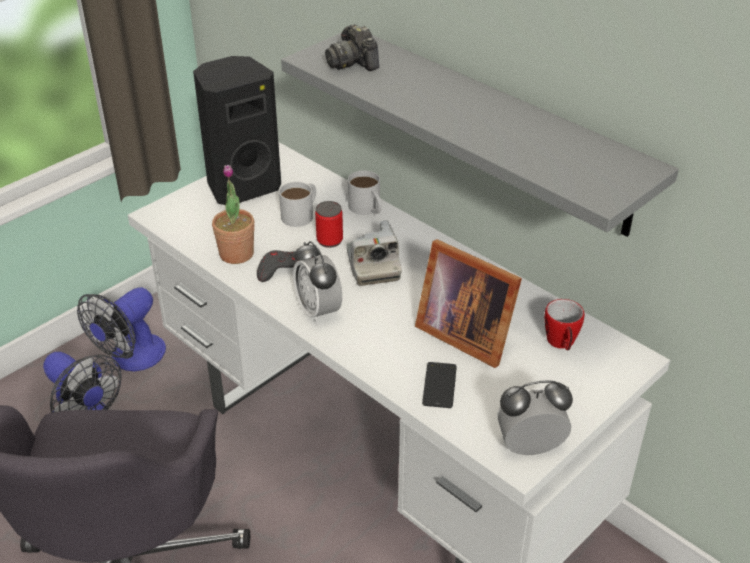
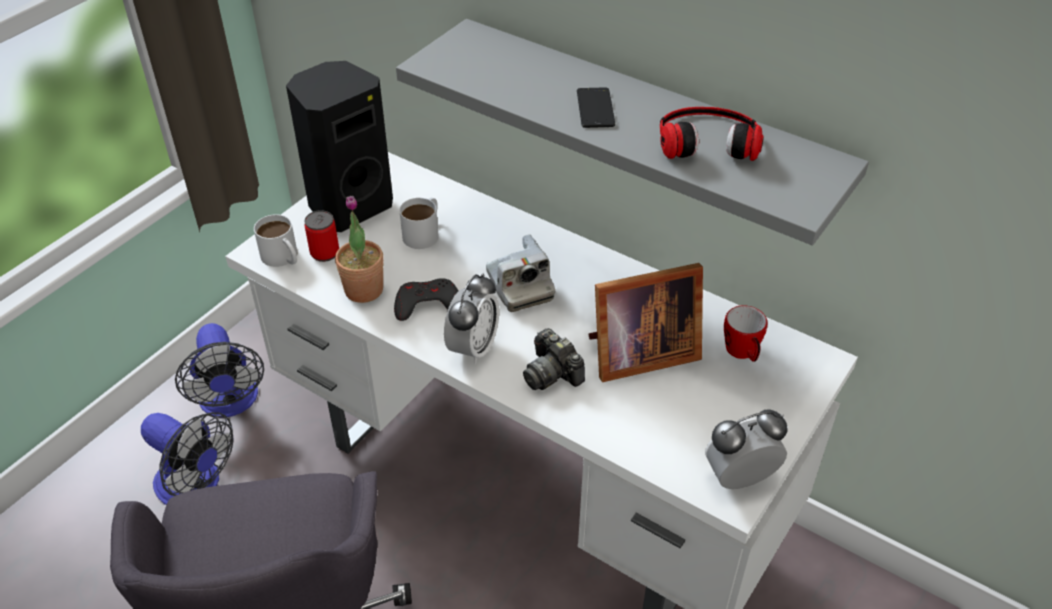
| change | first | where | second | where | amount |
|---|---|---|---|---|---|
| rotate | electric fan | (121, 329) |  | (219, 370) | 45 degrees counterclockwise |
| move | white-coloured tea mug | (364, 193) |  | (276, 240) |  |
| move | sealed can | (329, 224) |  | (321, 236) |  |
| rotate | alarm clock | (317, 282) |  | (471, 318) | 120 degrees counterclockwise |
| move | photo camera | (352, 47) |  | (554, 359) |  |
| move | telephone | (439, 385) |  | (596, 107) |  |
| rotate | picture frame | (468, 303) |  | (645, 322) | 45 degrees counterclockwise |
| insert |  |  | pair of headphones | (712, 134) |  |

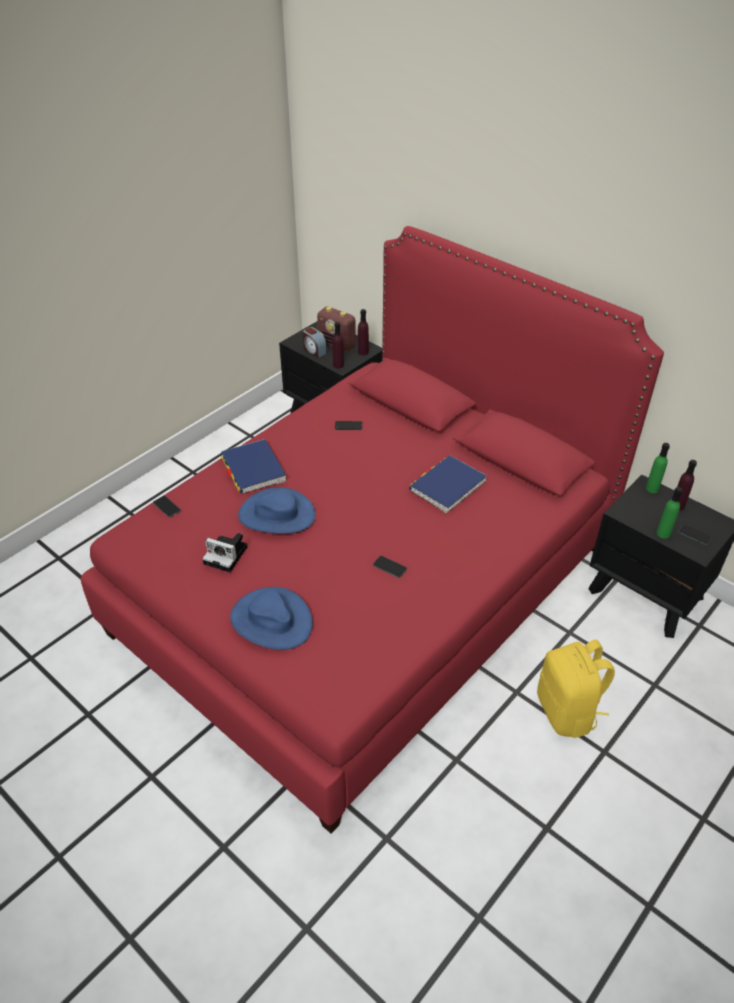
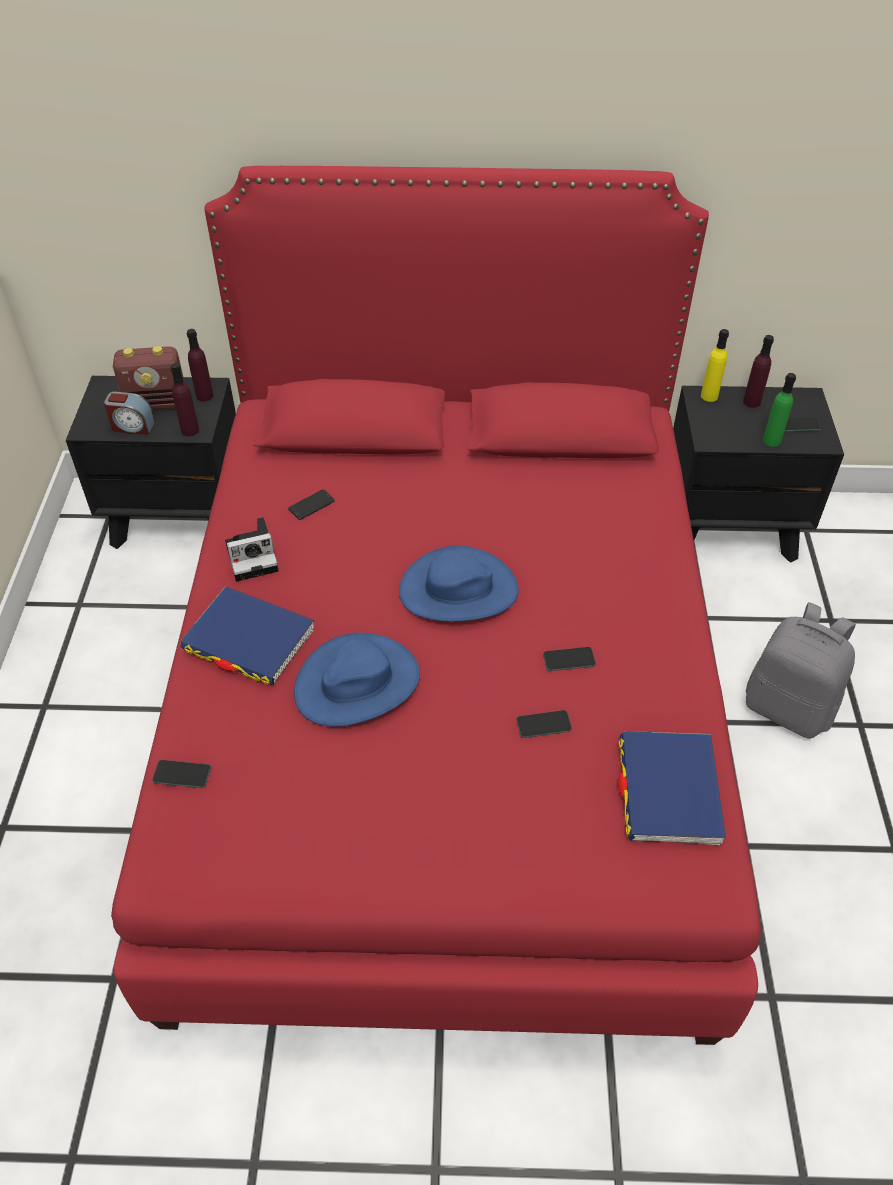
| change | first | where | second | where | amount |
|---|---|---|---|---|---|
| move | photo camera | (225, 552) |  | (252, 549) |  |
| move | bluish hat | (271, 618) |  | (459, 584) |  |
| insert |  |  | telephone | (544, 724) |  |
| move | bluish book | (448, 484) |  | (672, 788) |  |
| recolor | green-coloured drink bottle | (658, 468) | yellow-coloured drink bottle | (715, 365) |  |
| recolor | yellow-coloured rucksack | (576, 688) | grey rucksack | (801, 670) |  |

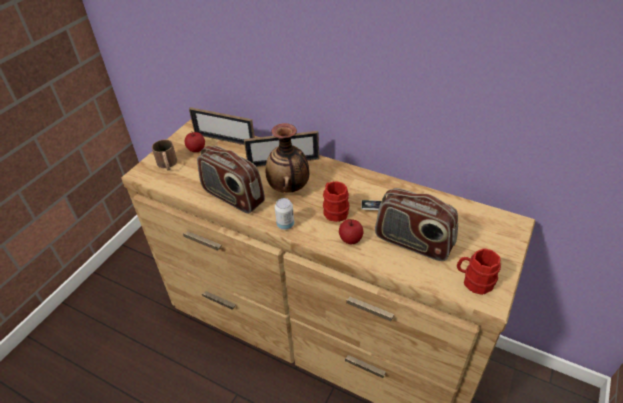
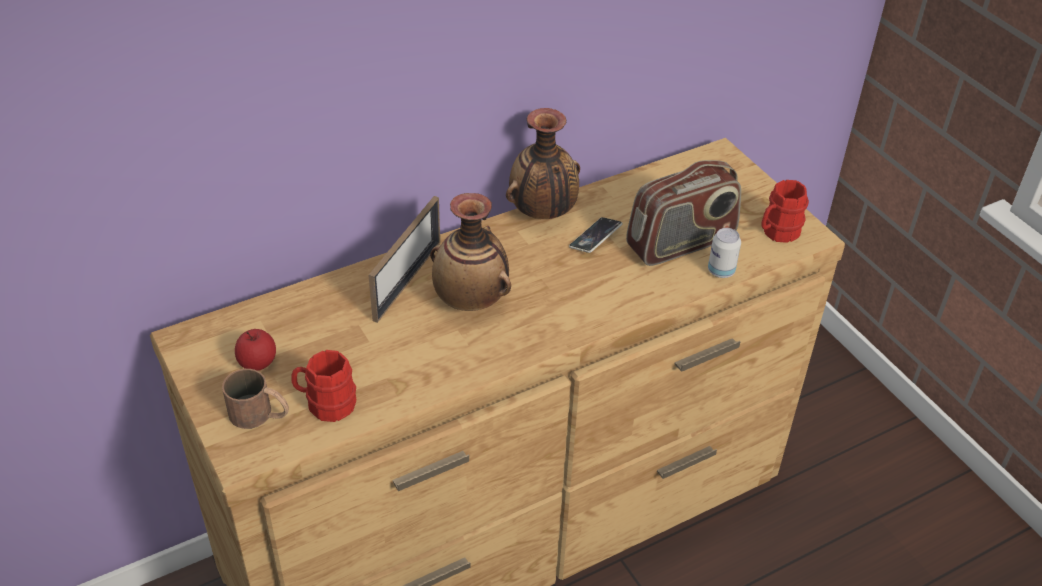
| change | first | where | second | where | amount |
|---|---|---|---|---|---|
| move | reddish tea mug | (336, 201) |  | (323, 386) |  |
| insert |  |  | decorative vase | (543, 163) |  |
| move | sealed can | (284, 214) |  | (724, 253) |  |
| delete | picture frame | (222, 126) |  |  |  |
| delete | radio | (231, 179) |  |  |  |
| delete | apple | (351, 232) |  |  |  |

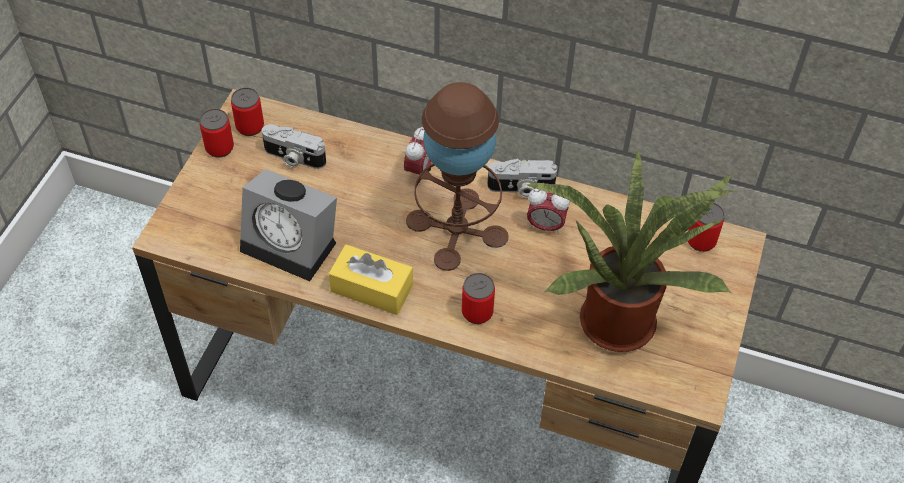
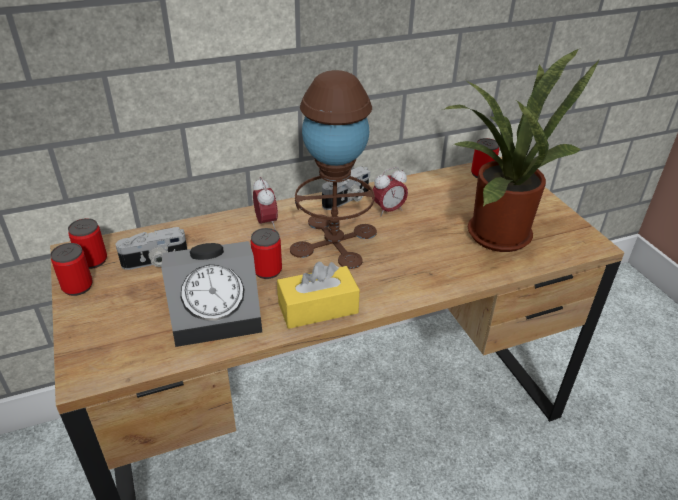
| change | first | where | second | where | amount |
|---|---|---|---|---|---|
| move | sealed can | (478, 298) |  | (266, 253) |  |

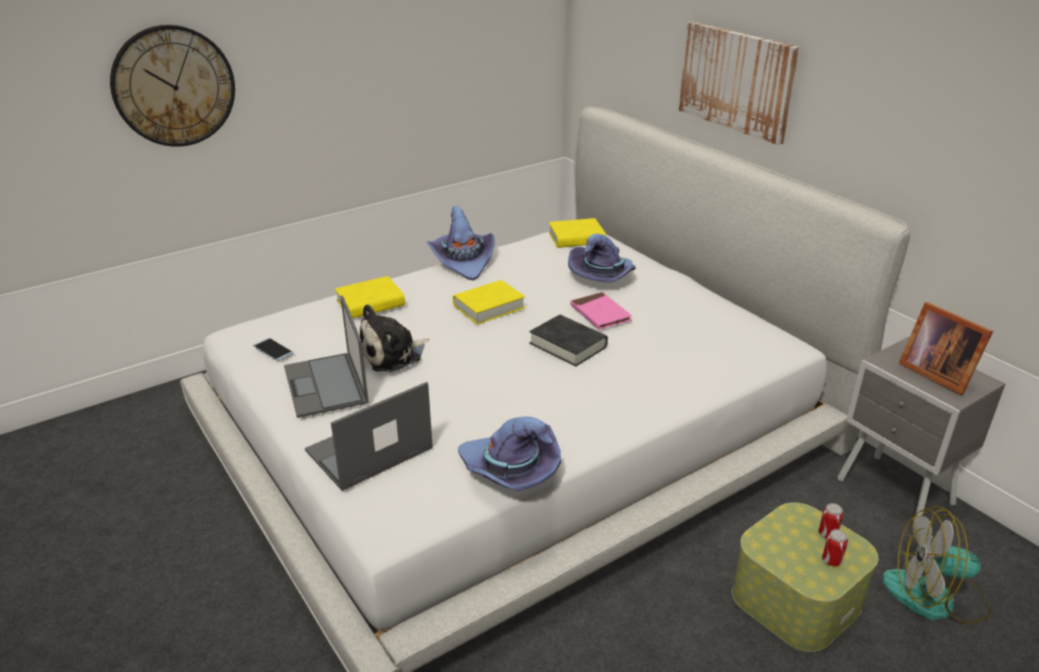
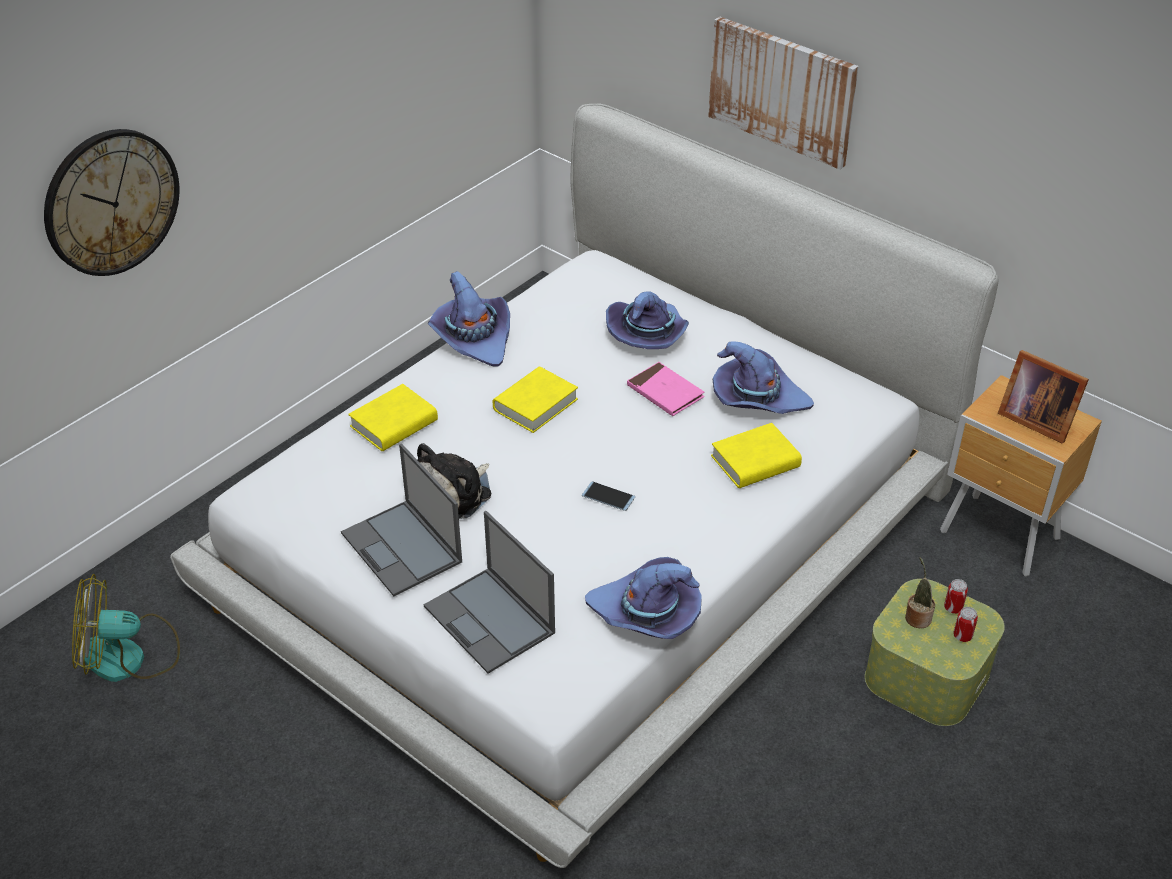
| change | first | where | second | where | amount |
|---|---|---|---|---|---|
| move | electric fan | (936, 565) |  | (126, 628) |  |
| rotate | portable computer | (369, 436) |  | (489, 592) | 75 degrees counterclockwise |
| move | telephone | (273, 349) |  | (608, 496) |  |
| move | yellow-coloured book | (577, 233) |  | (756, 455) |  |
| insert |  |  | purple hat | (763, 377) |  |
| insert |  |  | plant in a pot | (920, 592) |  |
| recolor | grey nightstand | (921, 432) | brown nightstand | (1021, 476) |  |
| delete | black book | (569, 341) |  |  |  |

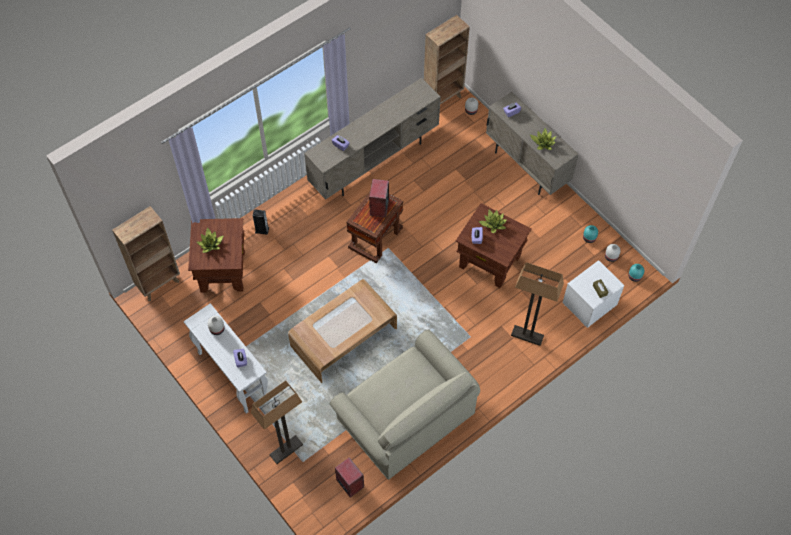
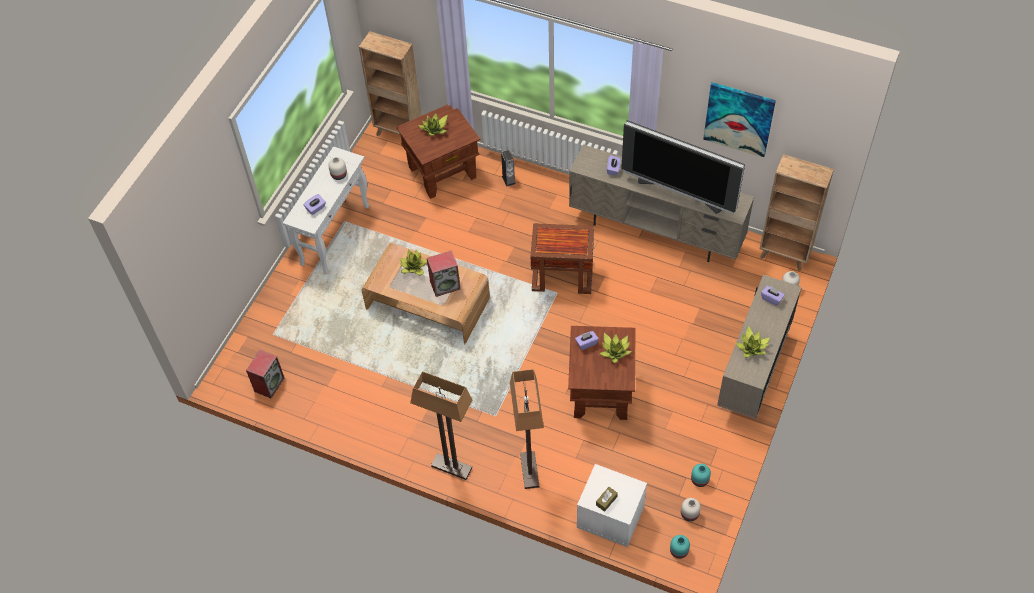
| change | first | where | second | where | amount |
|---|---|---|---|---|---|
| insert |  |  | plant in a pot | (413, 262) |  |
| move | standing lamp | (277, 422) |  | (441, 425) |  |
| move | speaker | (379, 198) |  | (443, 273) |  |
| insert |  |  | TV set | (683, 167) |  |
| insert |  |  | wall picture | (739, 119) |  |
| delete | beige-coloured sofa | (405, 404) |  |  |  |

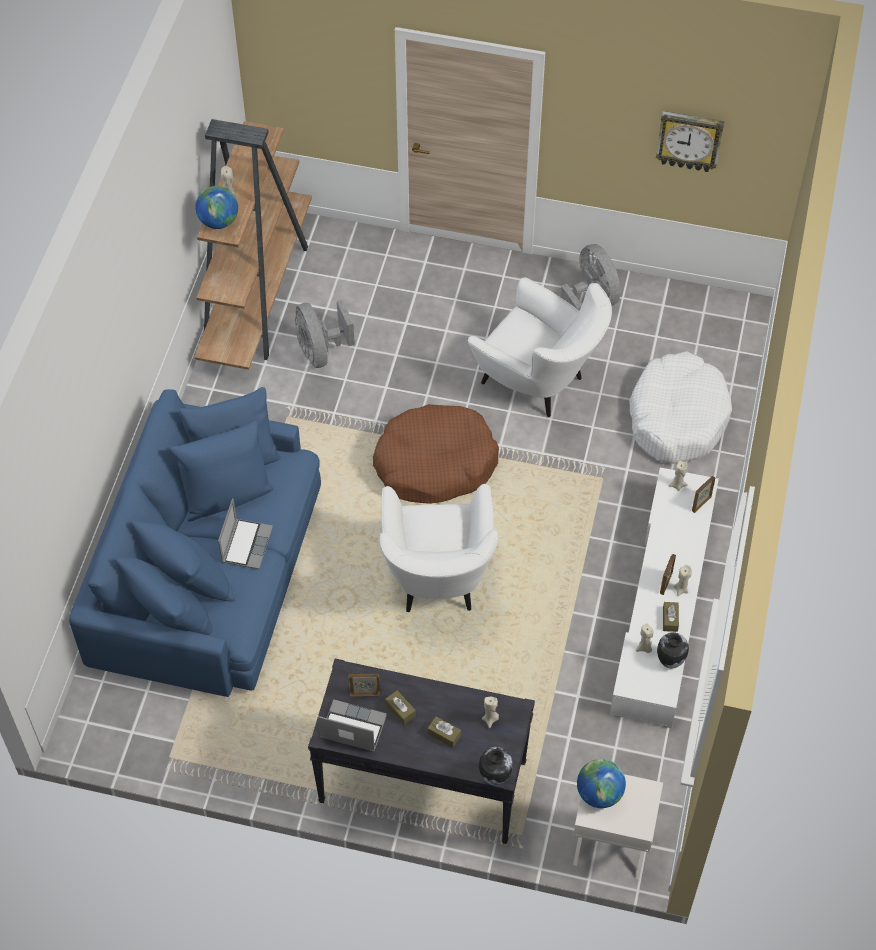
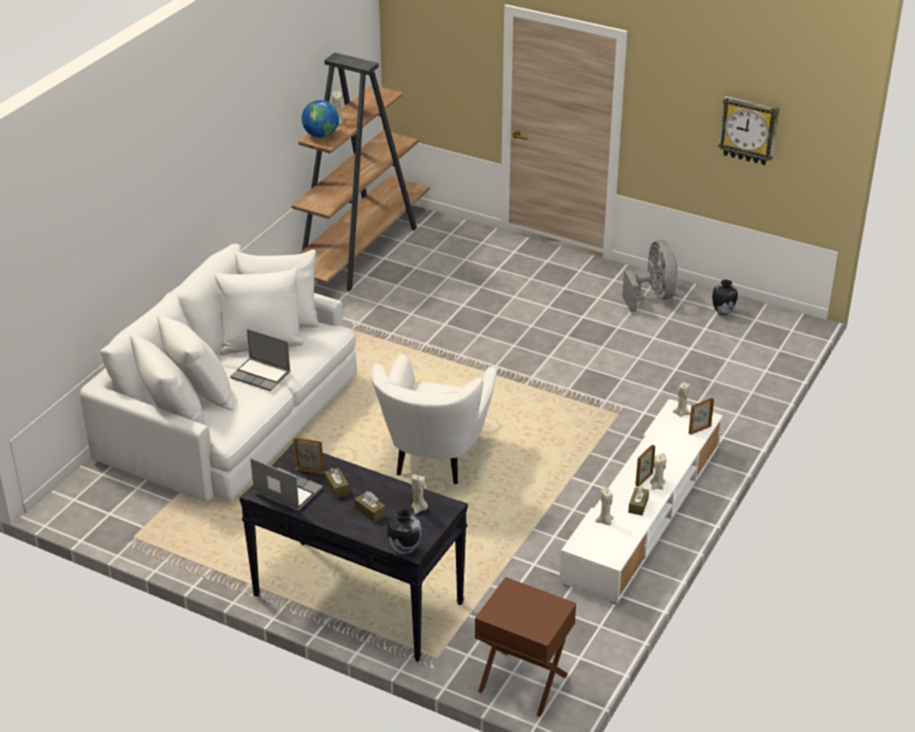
| change | first | where | second | where | amount |
|---|---|---|---|---|---|
| recolor | bluish sofa | (195, 542) | white-coloured sofa | (218, 373) |  |
| rotate | portable computer | (245, 533) |  | (260, 360) | 90 degrees clockwise |
| recolor | white-coloured nightstand | (618, 827) | brown nightstand | (525, 647) |  |
| move | decorative vase | (673, 650) |  | (725, 298) |  |
| delete | grey electric fan | (325, 333) |  |  |  |
| delete | brown pet bed | (436, 454) |  |  |  |
| delete | white-coloured armchair | (540, 347) |  |  |  |
| delete | desk globe | (601, 783) |  |  |  |
| delete | white-coloured pet bed | (680, 407) |  |  |  |

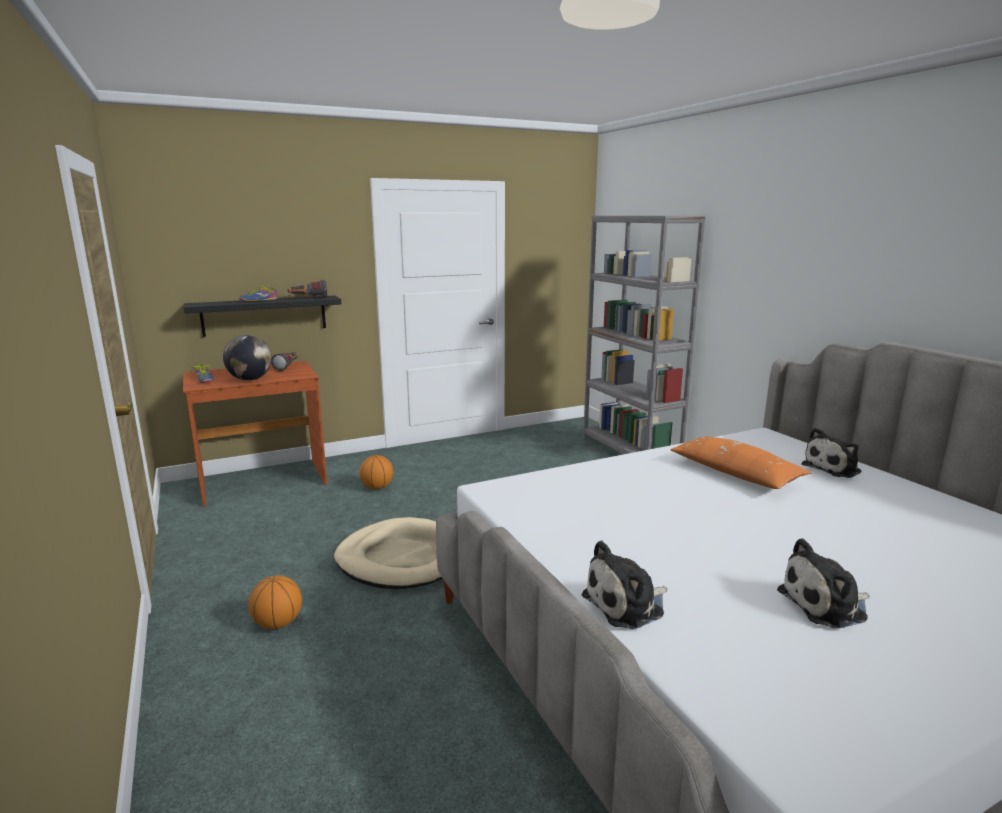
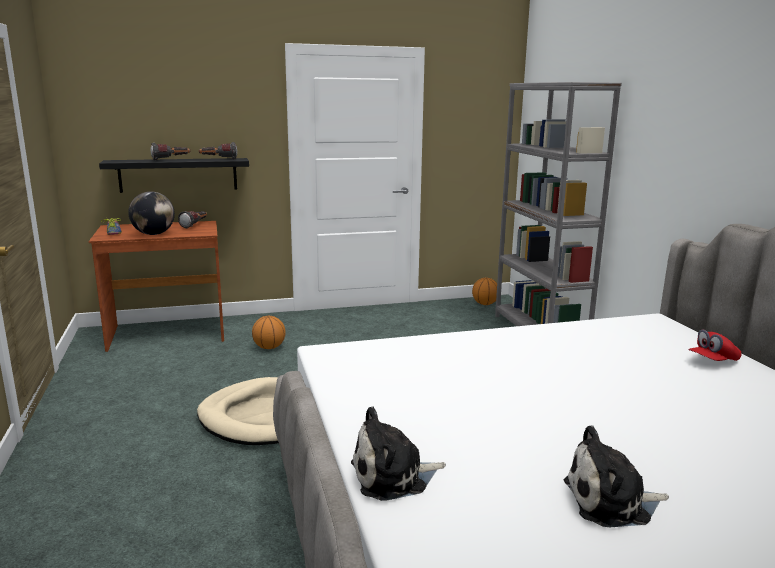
| change | first | where | second | where | amount |
|---|---|---|---|---|---|
| replace | item of footwear | (258, 293) | torch | (170, 152) |  |
| move | basketball ball | (275, 602) |  | (484, 291) |  |
| replace | plush toy | (831, 453) | reddish cap | (715, 345) |  |
| delete | orangey cushion | (741, 462) |  |  |  |

